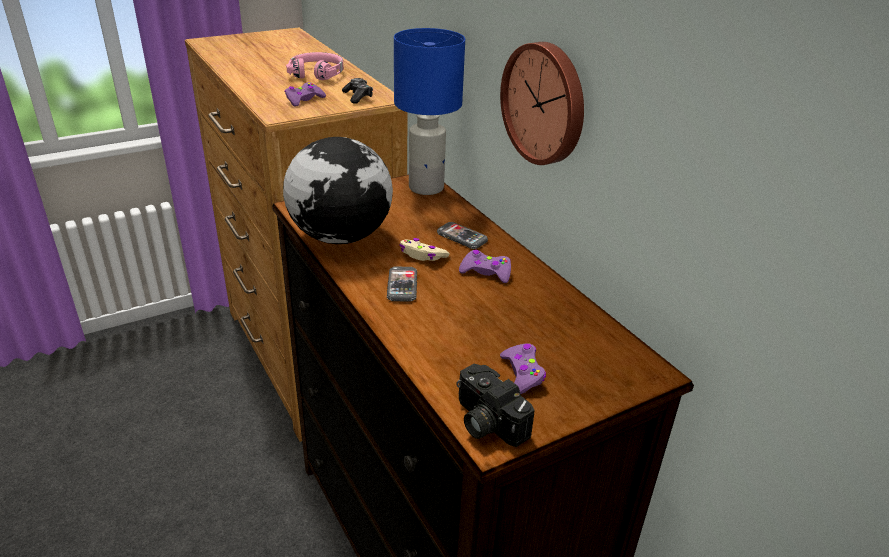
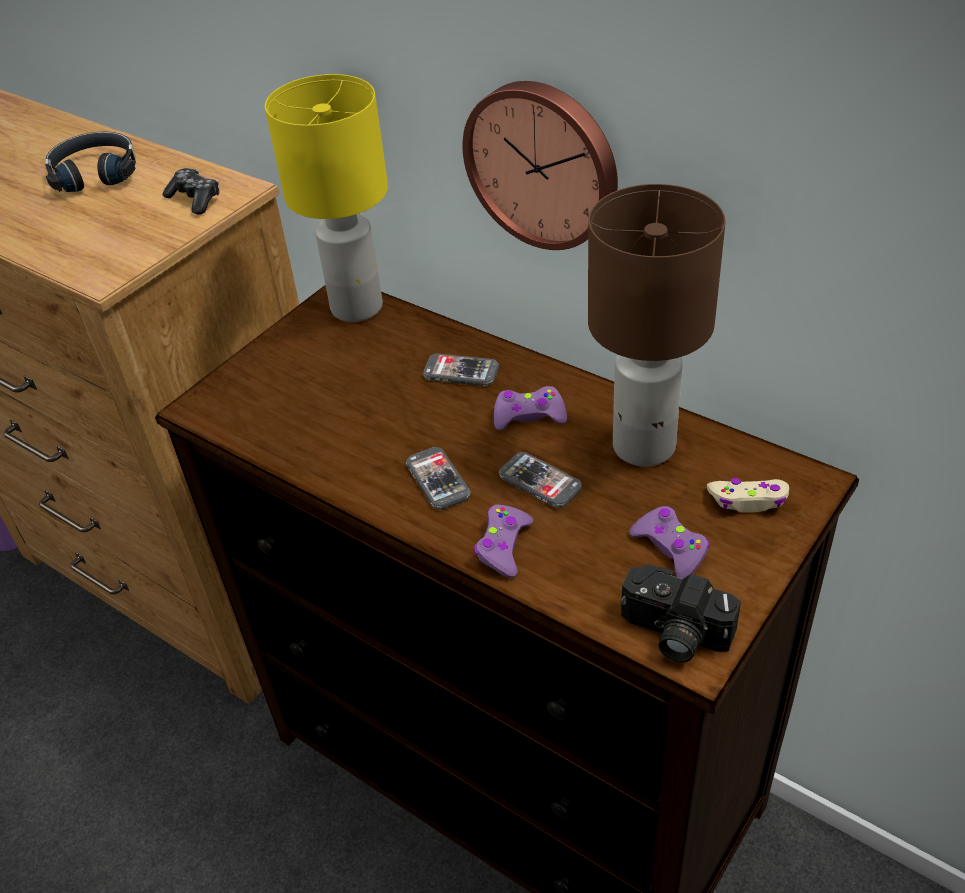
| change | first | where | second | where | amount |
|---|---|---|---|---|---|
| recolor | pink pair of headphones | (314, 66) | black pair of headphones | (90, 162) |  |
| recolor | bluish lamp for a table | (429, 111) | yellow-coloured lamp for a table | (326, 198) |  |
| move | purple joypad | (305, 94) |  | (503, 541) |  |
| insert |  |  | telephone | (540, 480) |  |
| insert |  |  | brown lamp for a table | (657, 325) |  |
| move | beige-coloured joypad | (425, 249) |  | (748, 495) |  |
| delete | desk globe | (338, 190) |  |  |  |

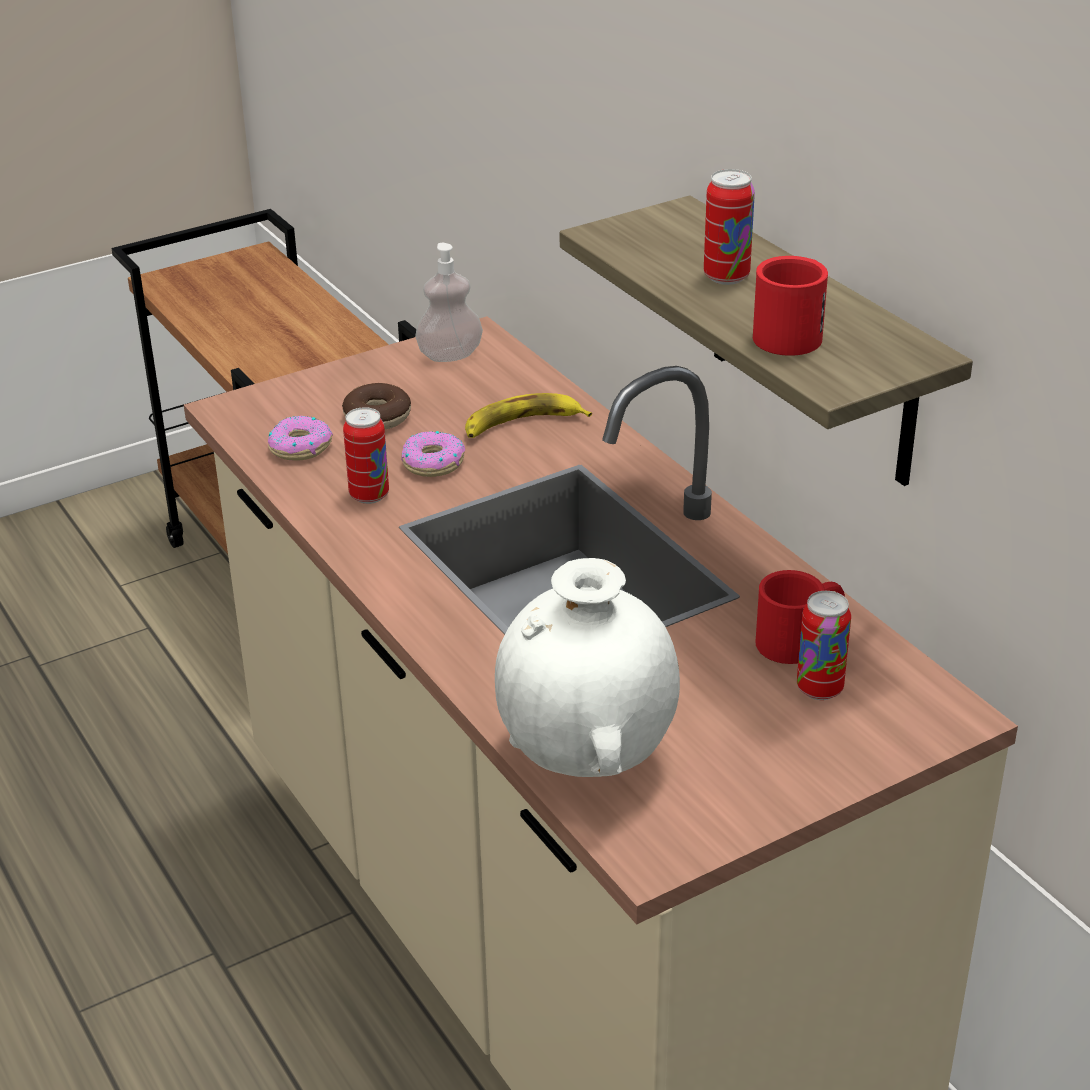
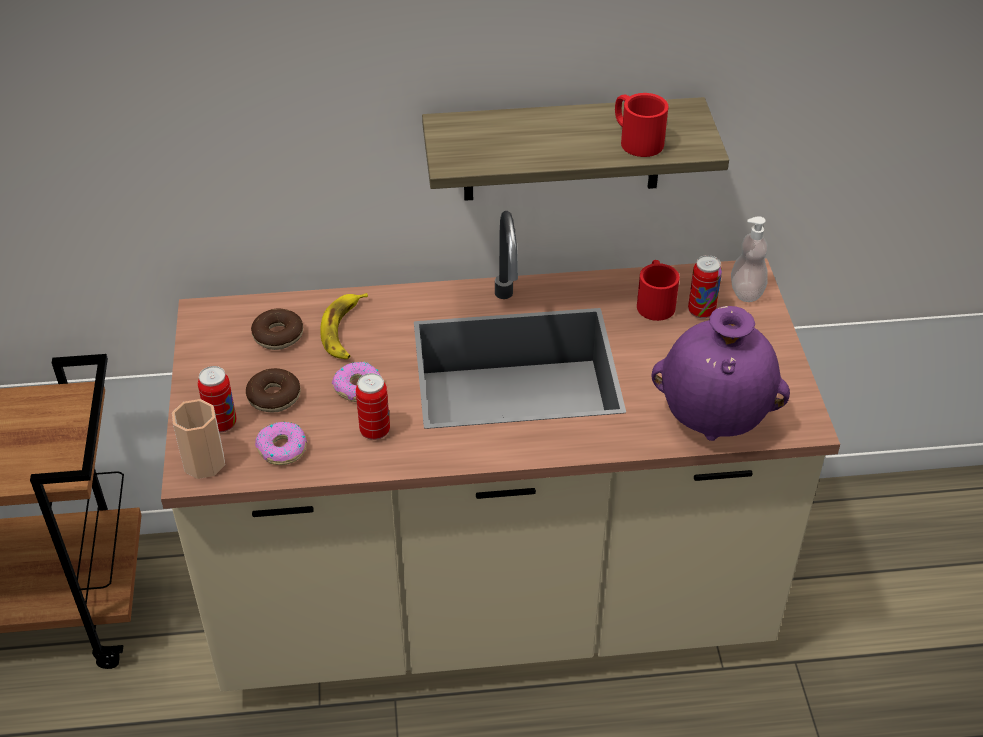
| change | first | where | second | where | amount |
|---|---|---|---|---|---|
| insert |  |  | drinking cup | (198, 439) |  |
| move | sealed can | (729, 227) |  | (217, 399) |  |
| insert |  |  | ring doughnut | (277, 329) |  |
| recolor | white-coloured decorative vase | (587, 667) | purple decorative vase | (721, 373) |  |
| move | liquid soap bottle | (449, 302) |  | (749, 259) |  |

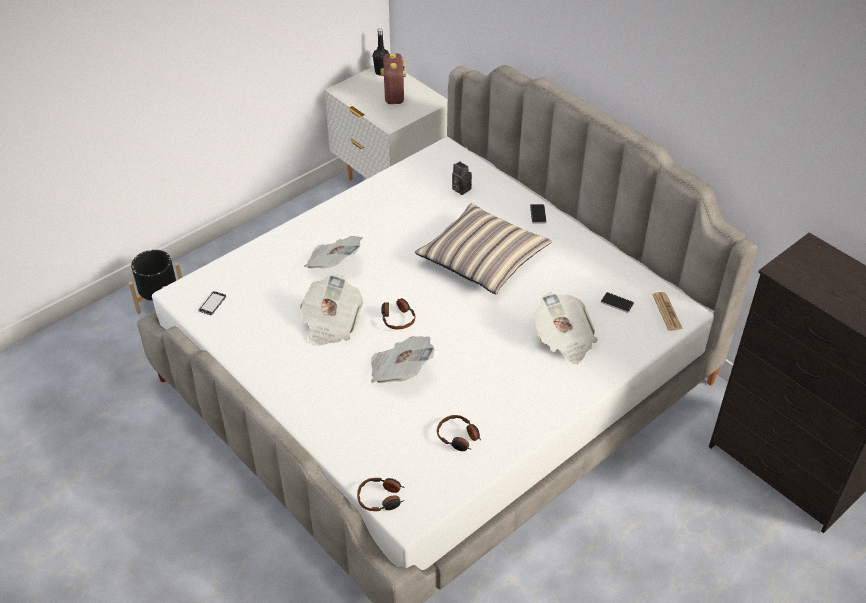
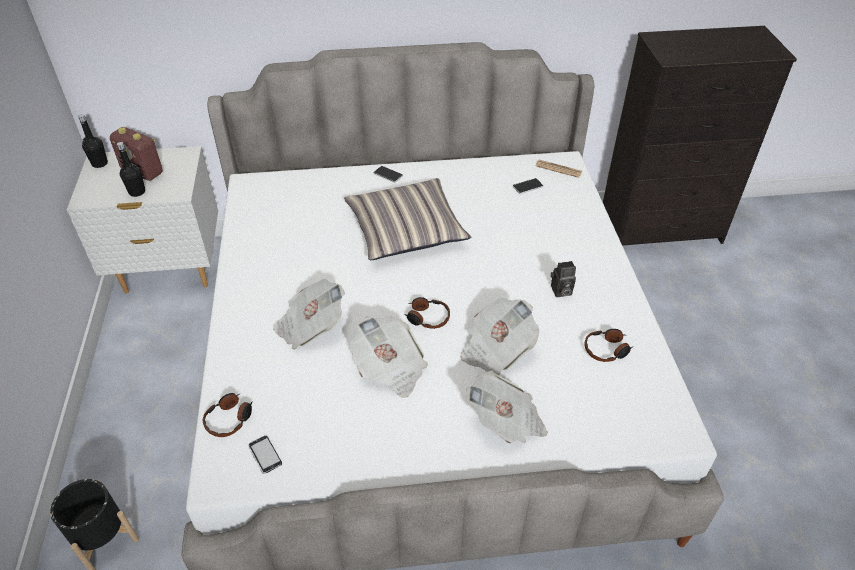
| change | first | where | second | where | amount |
|---|---|---|---|---|---|
| insert |  |  | black drink bottle | (131, 169) |  |
| move | pair of headphones | (381, 494) |  | (228, 415) |  |
| move | printed paper | (565, 328) |  | (507, 407) |  |
| move | photo camera | (462, 178) |  | (563, 279) |  |

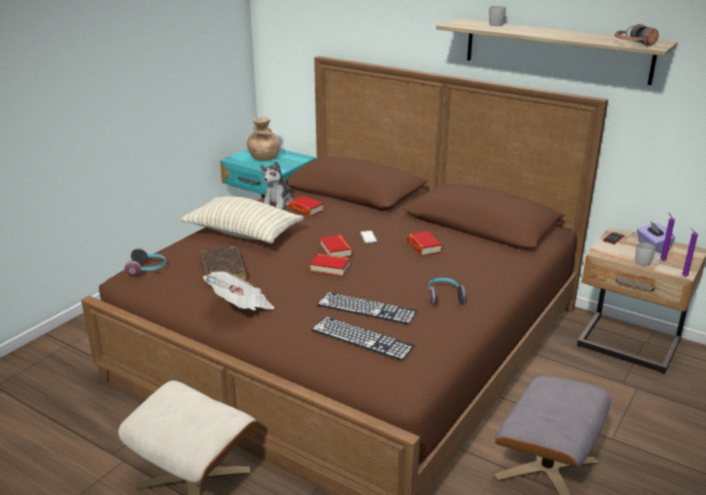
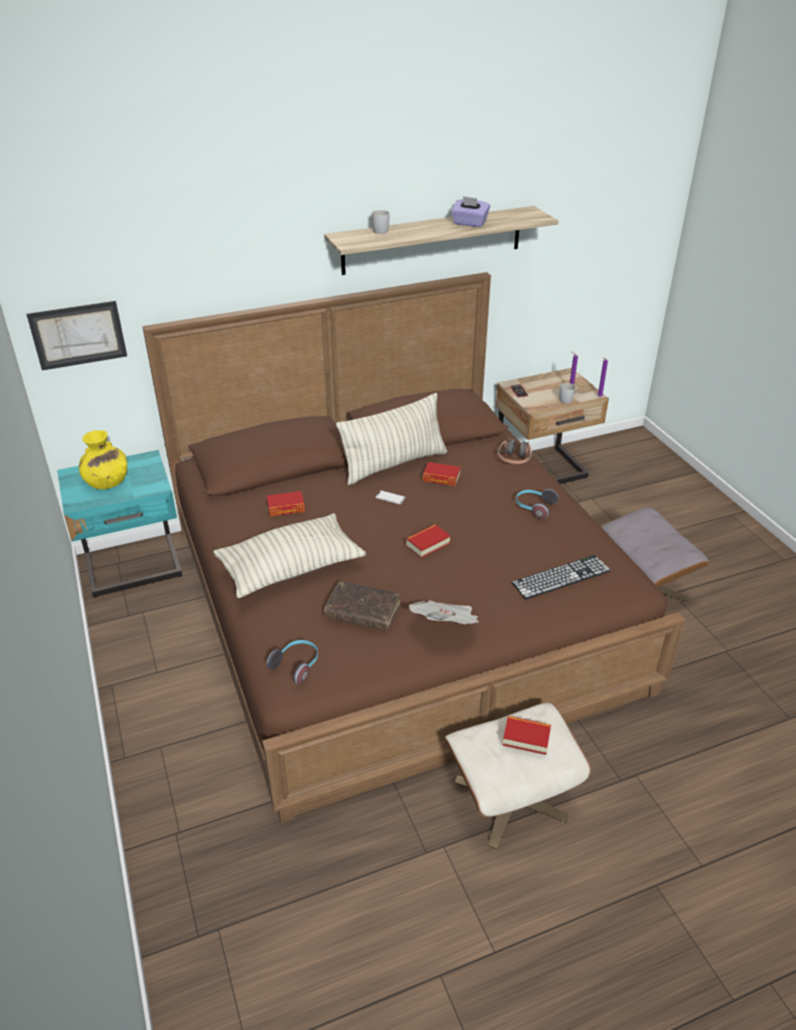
| change | first | where | second | where | amount |
|---|---|---|---|---|---|
| insert |  |  | wall picture | (77, 335) |  |
| recolor | brown decorative vase | (263, 139) | yellow-coloured decorative vase | (103, 459) |  |
| insert |  |  | cushion | (391, 439) |  |
| move | purple box of tissues | (656, 237) |  | (470, 211) |  |
| move | pair of headphones | (637, 35) |  | (514, 451) |  |
| move | book | (336, 246) |  | (526, 735) |  |
| delete | plush toy | (276, 185) |  |  |  |
| delete | computer keyboard | (367, 308) |  |  |  |

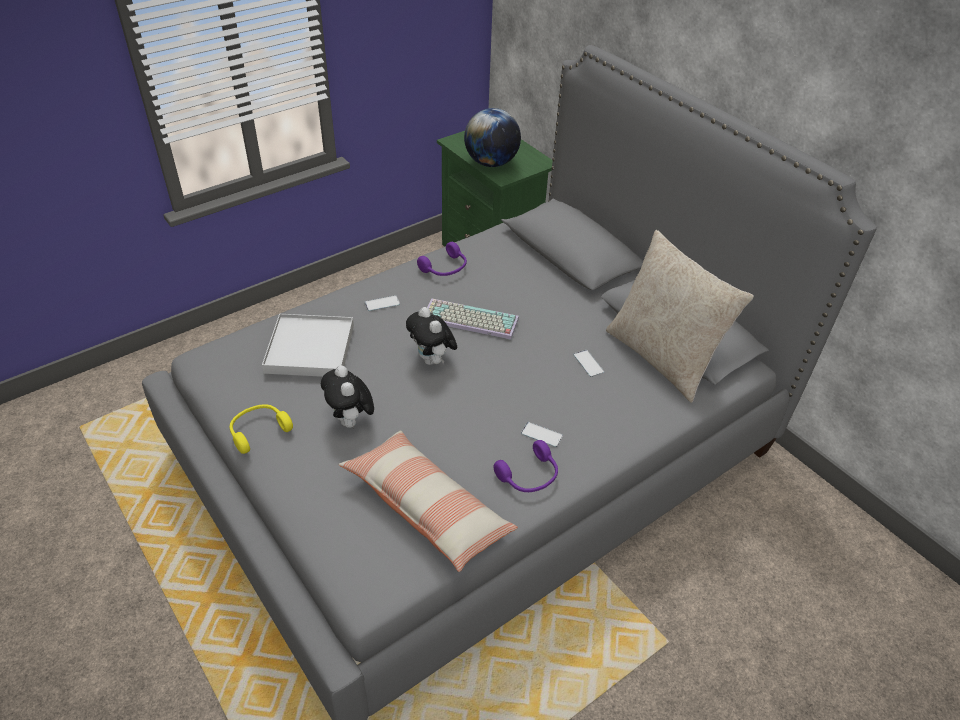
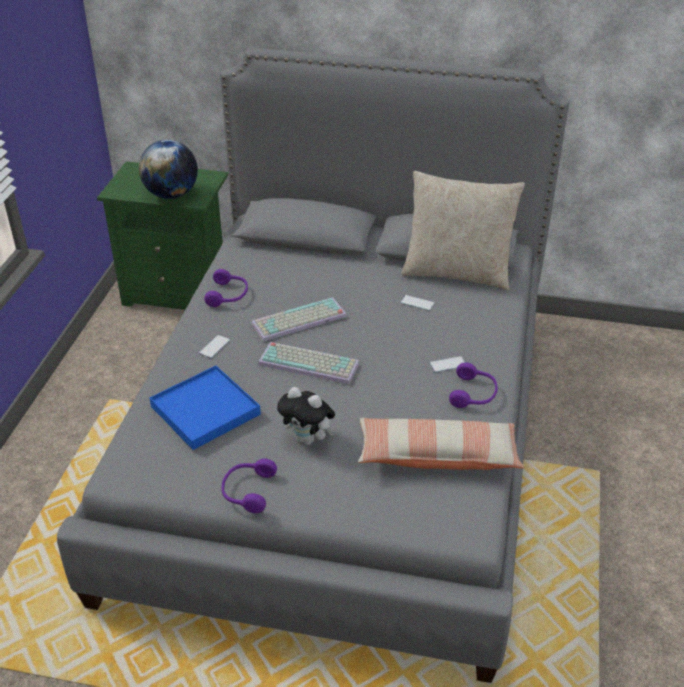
| change | first | where | second | where | amount |
|---|---|---|---|---|---|
| recolor | white-coloured carrying tray | (308, 345) | bluish carrying tray | (205, 408) |  |
| recolor | yellow-coloured pair of headphones | (261, 429) | purple pair of headphones | (249, 486) |  |
| replace | plush toy | (431, 336) | computer keyboard | (308, 363) |  |

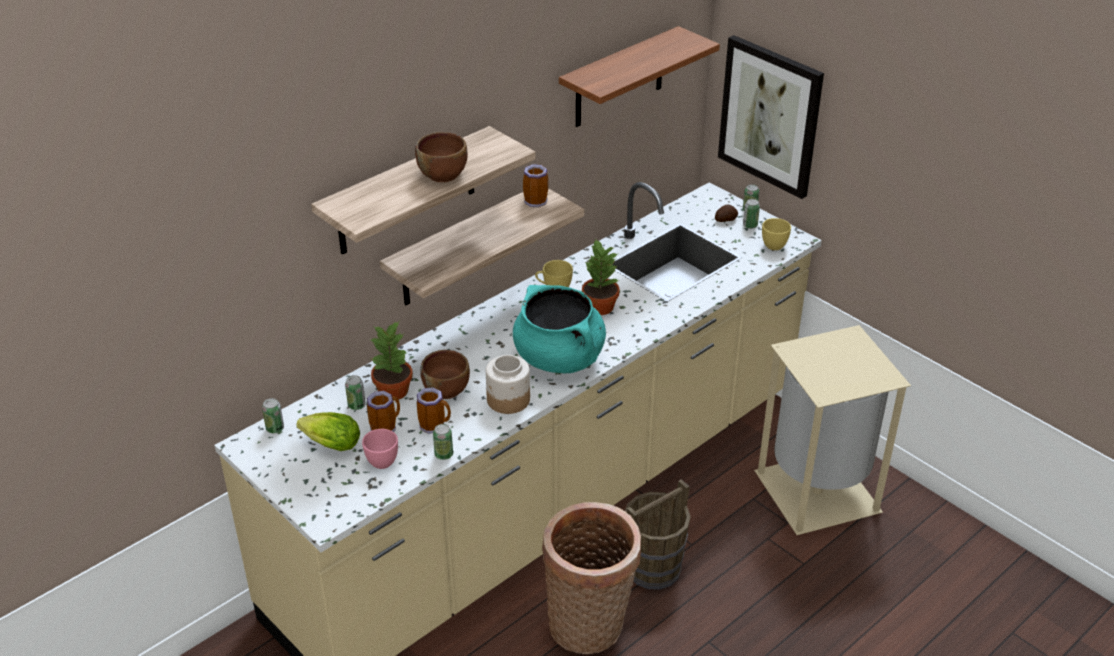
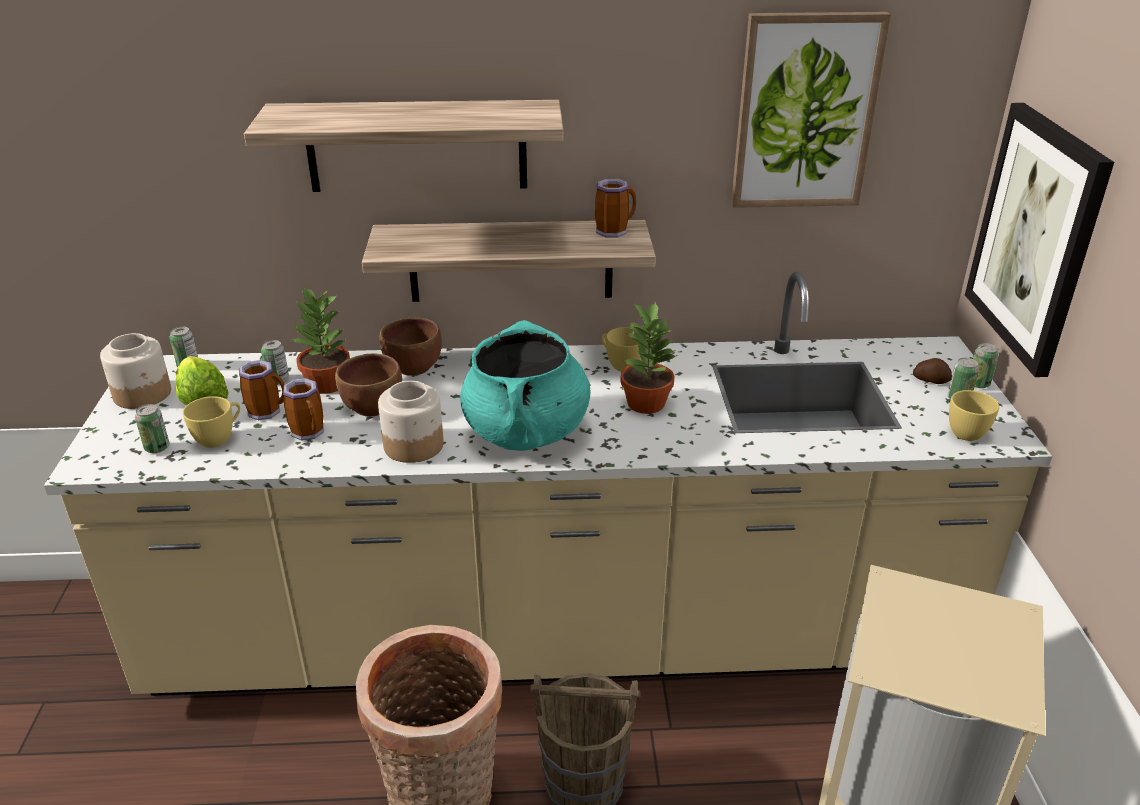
| change | first | where | second | where | amount |
|---|---|---|---|---|---|
| insert |  |  | jar | (135, 371) |  |
| move | sealed can | (443, 442) |  | (152, 428) |  |
| recolor | pink drinking cup | (380, 448) | yellow-coloured drinking cup | (211, 422) |  |
| move | brown deep dish | (441, 157) |  | (410, 346) |  |
| replace | bracket shelf | (639, 76) | wall picture | (811, 110) |  |

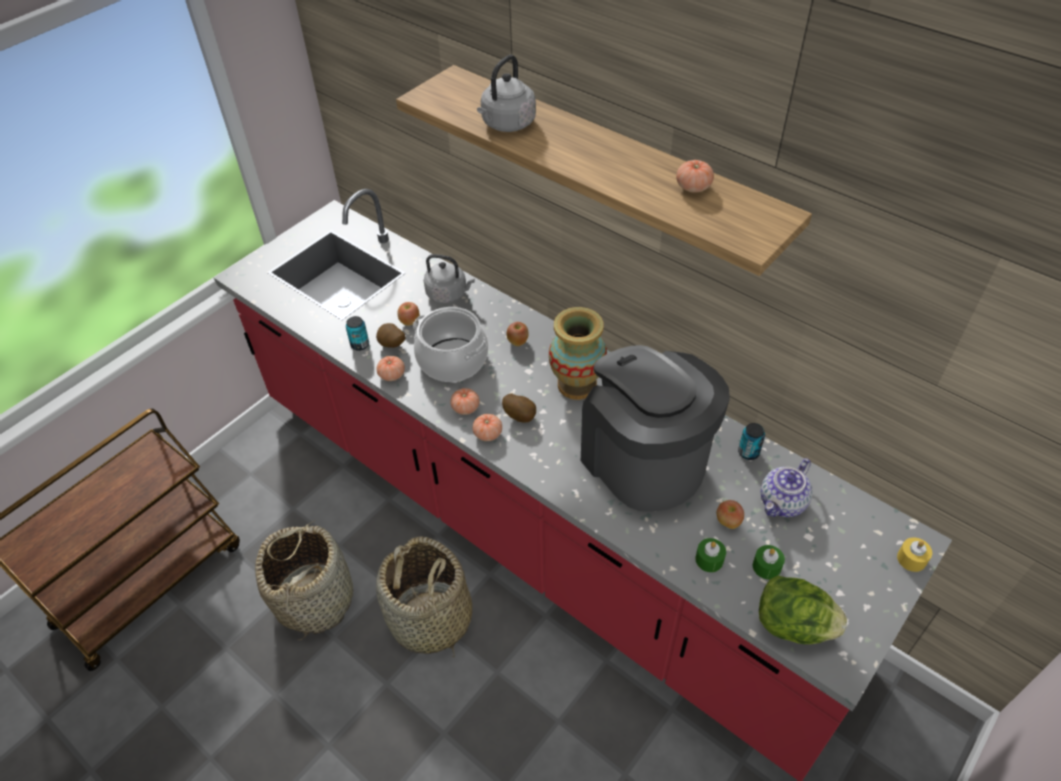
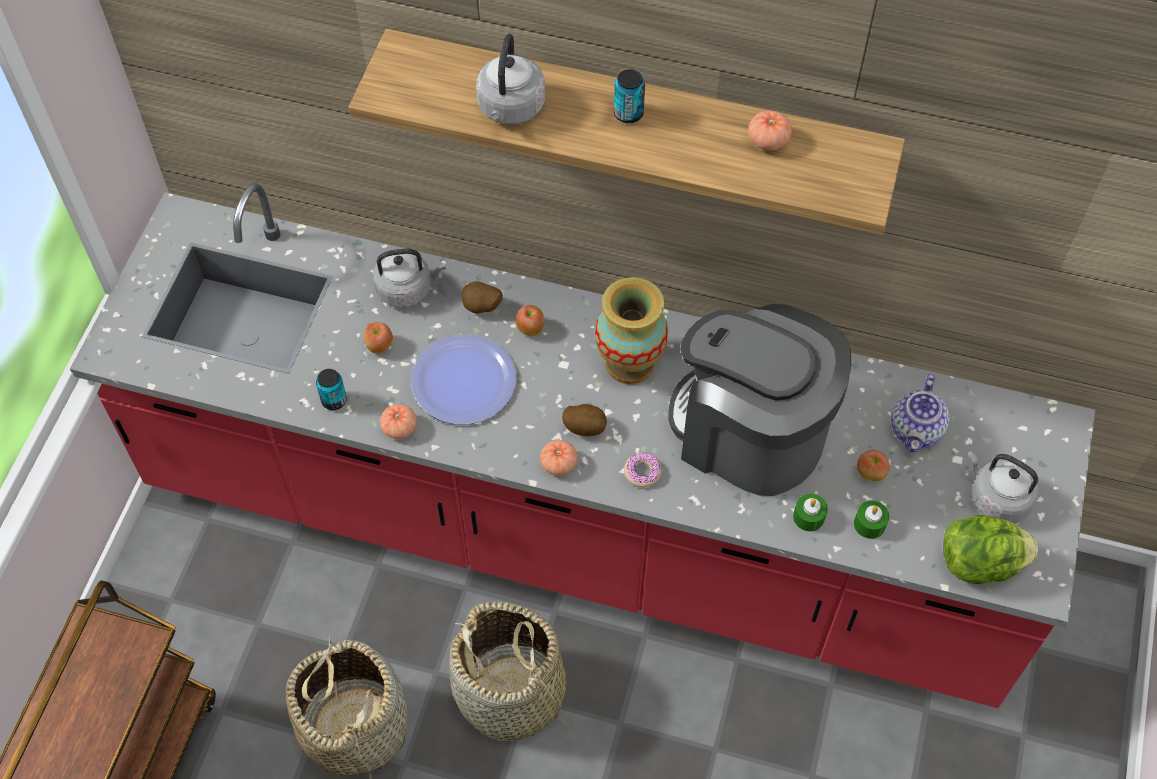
| change | first | where | second | where | amount |
|---|---|---|---|---|---|
| replace | cooking pot | (450, 344) | flat dish | (463, 380) |  |
| move | potato | (391, 335) |  | (482, 297) |  |
| move | sealed can | (751, 441) |  | (629, 96) |  |
| insert |  |  | ring doughnut | (643, 470) |  |
| move | green-coloured wax candle | (769, 562) |  | (810, 512) |  |
| insert |  |  | grey tea kettle | (1003, 486) |  |
| delete | whole tomato | (465, 401) |  |  |  |
| delete | yellow-coloured wax candle | (914, 554) |  |  |  |

